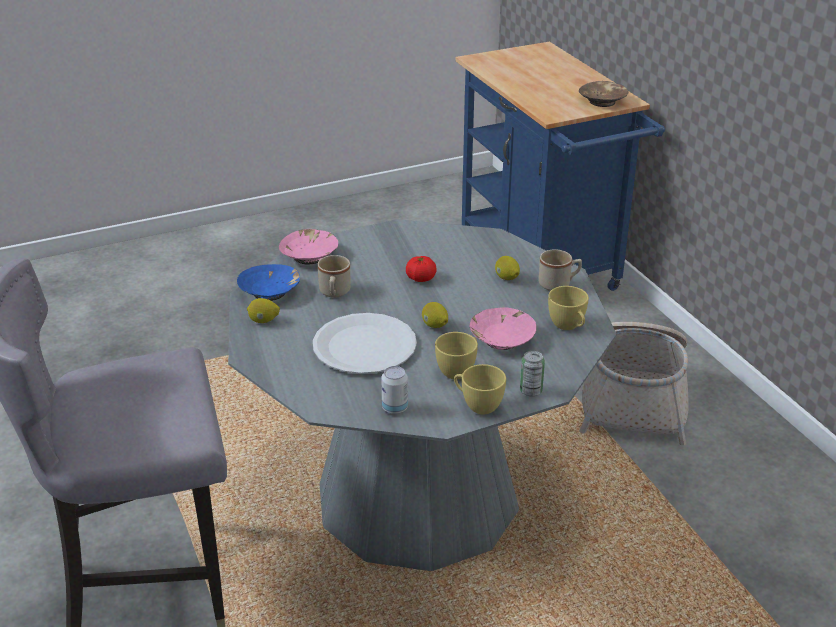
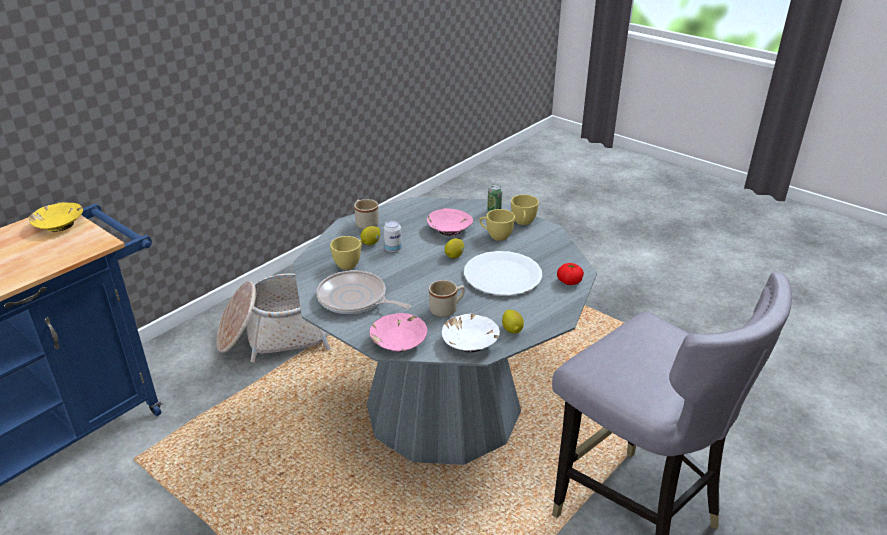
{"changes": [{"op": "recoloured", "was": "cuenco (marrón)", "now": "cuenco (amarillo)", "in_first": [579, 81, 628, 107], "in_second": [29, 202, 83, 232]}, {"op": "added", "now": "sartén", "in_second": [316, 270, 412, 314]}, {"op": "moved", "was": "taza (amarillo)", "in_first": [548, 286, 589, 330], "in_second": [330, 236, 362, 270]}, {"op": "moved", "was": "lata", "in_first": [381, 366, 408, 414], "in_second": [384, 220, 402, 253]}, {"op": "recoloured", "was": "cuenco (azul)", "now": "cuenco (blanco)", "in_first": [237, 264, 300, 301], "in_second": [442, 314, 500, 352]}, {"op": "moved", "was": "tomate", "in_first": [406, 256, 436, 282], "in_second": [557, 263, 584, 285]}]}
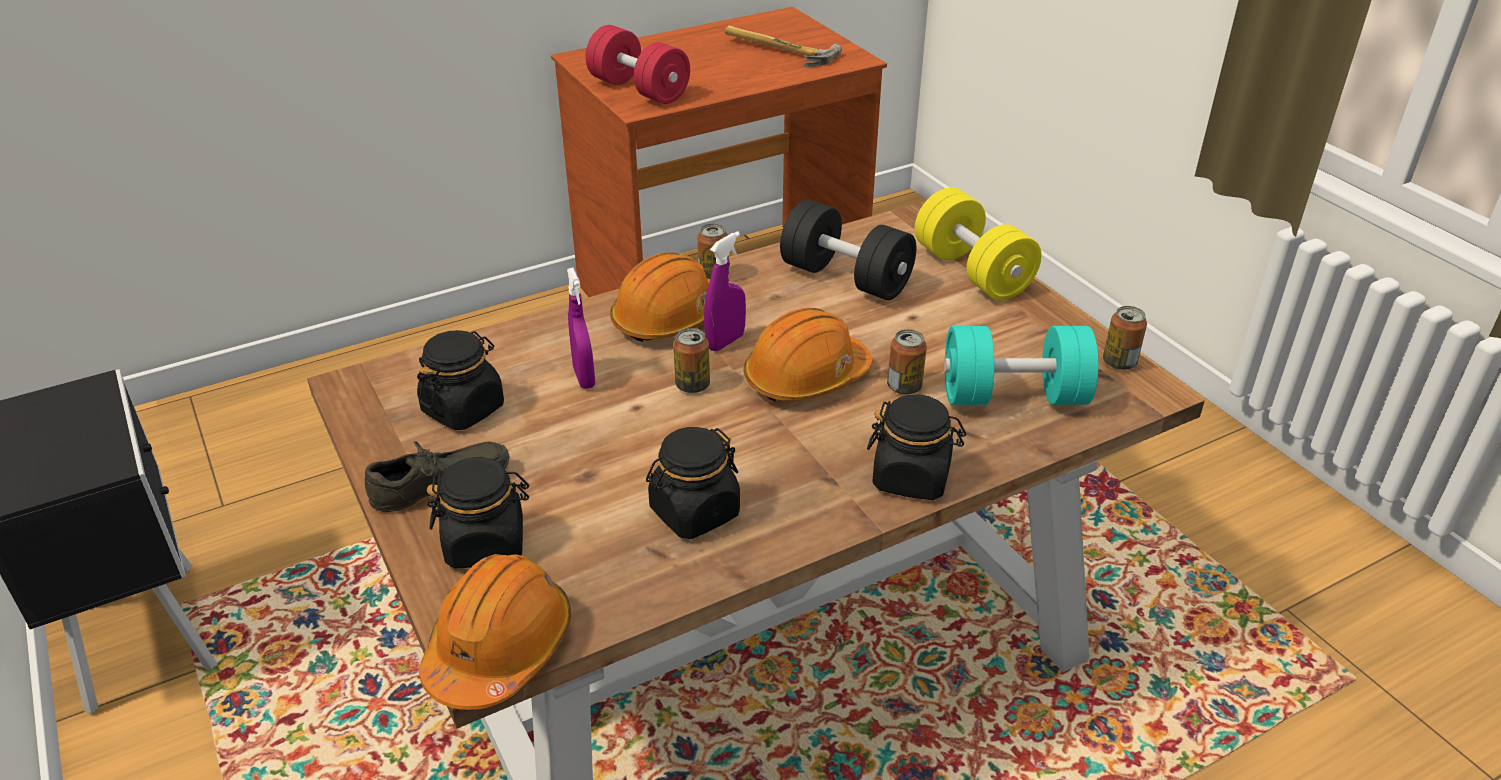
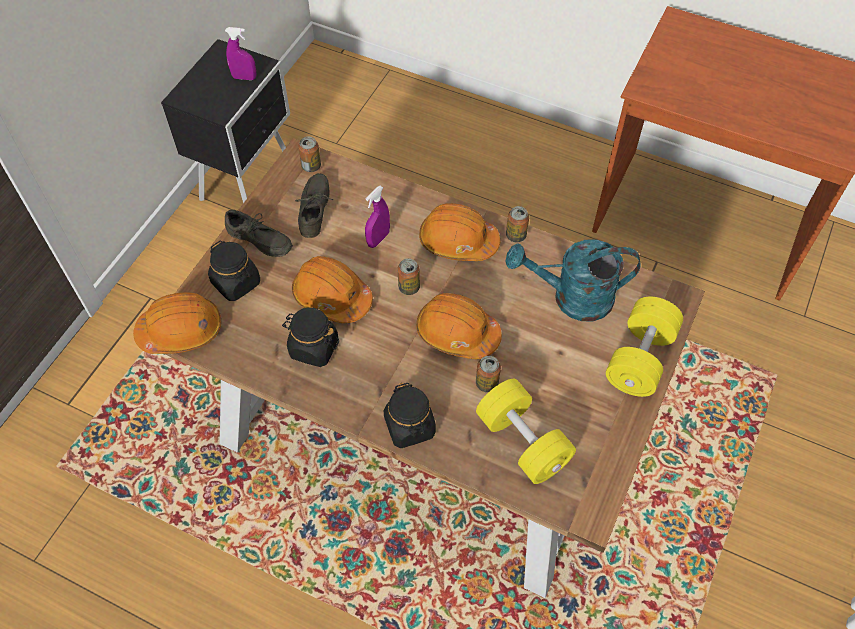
{"changes": [{"op": "moved", "was": "pulverizador (morado)", "in_first": [704, 231, 746, 351], "in_second": [225, 27, 256, 80]}, {"op": "added", "now": "casco (naranja)", "in_second": [292, 256, 373, 323]}, {"op": "replaced", "was": "tarro (negro)", "now": "zapato (gris)", "in_first": [417, 330, 504, 430], "in_second": [295, 173, 333, 238]}, {"op": "moved", "was": "lata", "in_first": [1103, 306, 1147, 370], "in_second": [298, 137, 321, 172]}, {"op": "recoloured", "was": "mancuerna (turquesa)", "now": "mancuerna (amarillo)", "in_first": [944, 326, 1098, 405], "in_second": [476, 379, 576, 484]}, {"op": "replaced", "was": "mancuerna (negro)", "now": "regadera (turquesa)", "in_first": [780, 200, 916, 300], "in_second": [506, 240, 640, 321]}, {"op": "removed", "was": "mancuerna (rojo)", "in_first": [586, 25, 690, 104]}, {"op": "removed", "was": "martillo", "in_first": [725, 25, 842, 67]}]}
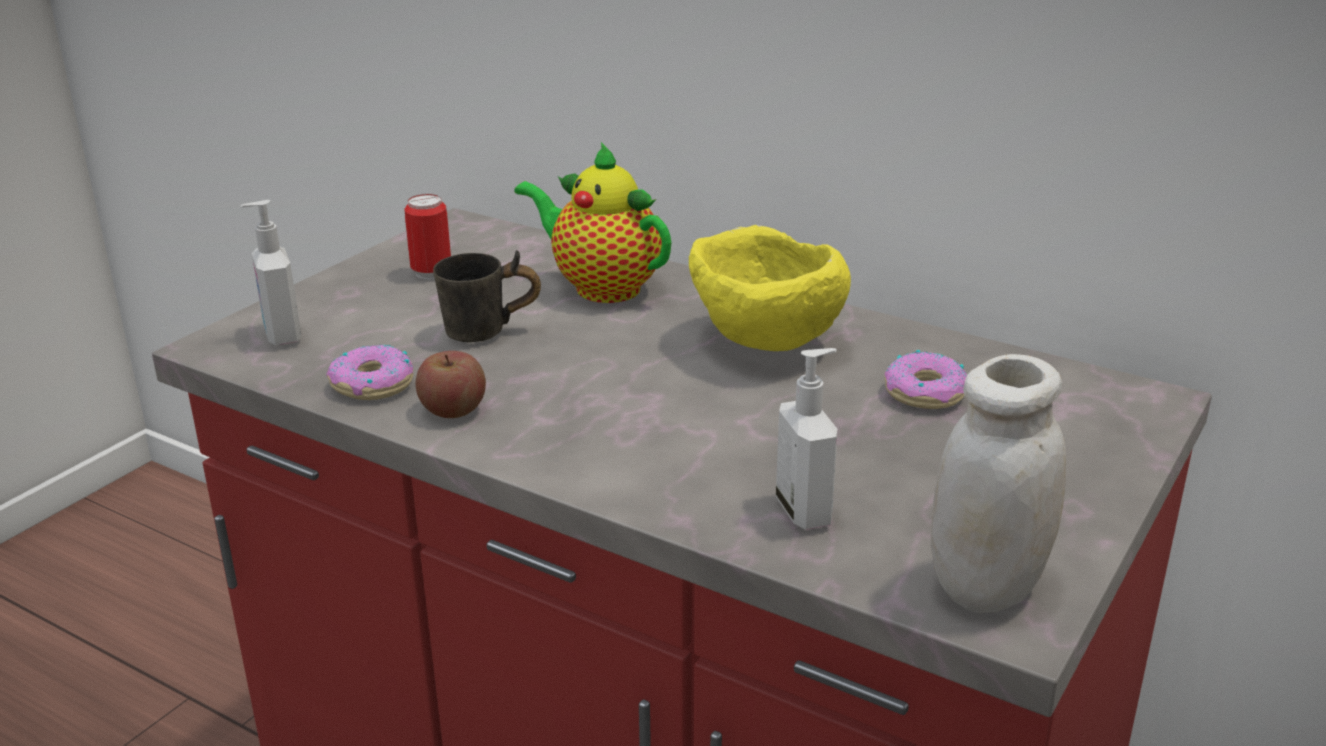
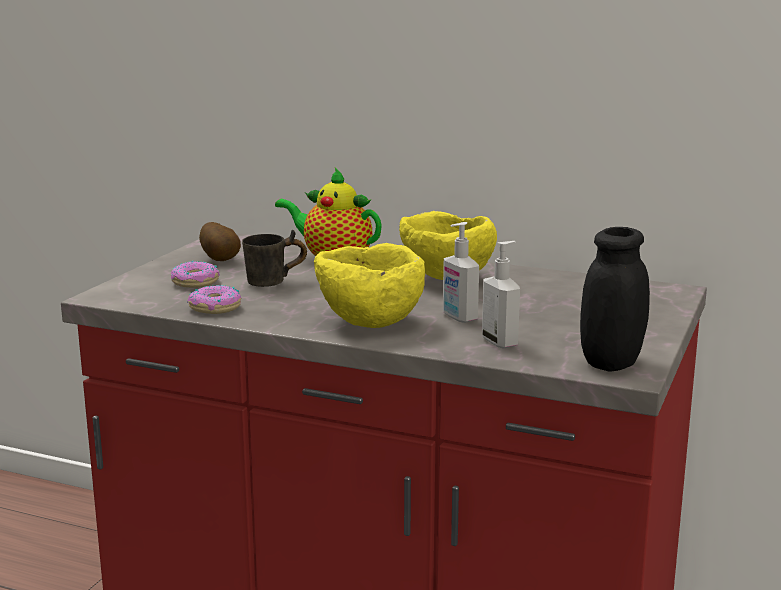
{"changes": [{"op": "moved", "was": "rosquilla", "in_first": [884, 350, 968, 409], "in_second": [171, 261, 220, 288]}, {"op": "replaced", "was": "lata", "now": "patata", "in_first": [404, 194, 451, 280], "in_second": [199, 222, 241, 261]}, {"op": "added", "now": "cuenco (amarillo)", "in_second": [314, 243, 425, 328]}, {"op": "moved", "was": "dispensador de jabón", "in_first": [240, 200, 301, 346], "in_second": [443, 222, 479, 323]}, {"op": "recoloured", "was": "tarro (blanco)", "now": "tarro (negro)", "in_first": [930, 354, 1066, 613], "in_second": [580, 227, 650, 372]}, {"op": "removed", "was": "manzana", "in_first": [416, 351, 486, 418]}]}
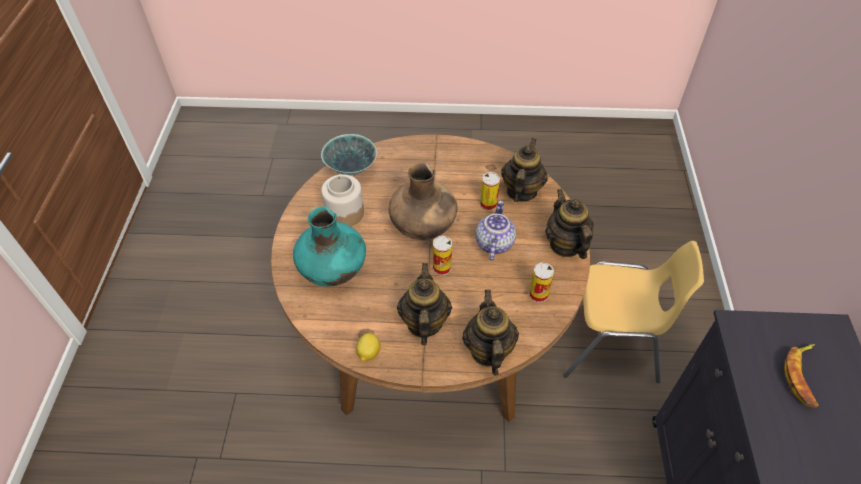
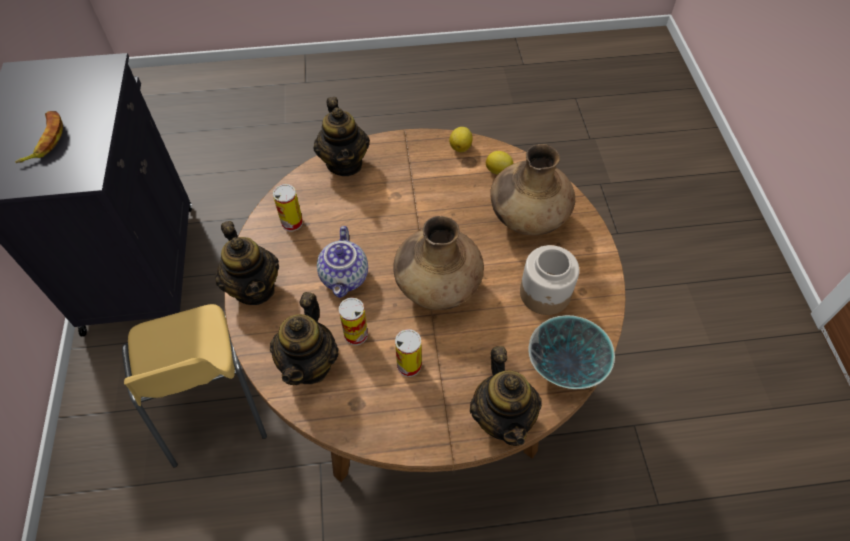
{"changes": [{"op": "turned", "was": "silla (amarillo)", "in_first": [563, 241, 704, 383], "in_second": [122, 304, 267, 468], "clockwise": -105}, {"op": "moved", "was": "lata", "in_first": [433, 236, 452, 276], "in_second": [395, 329, 422, 377]}, {"op": "moved", "was": "tetera", "in_first": [397, 263, 452, 345], "in_second": [470, 346, 542, 446]}, {"op": "added", "now": "limón", "in_second": [486, 151, 514, 175]}, {"op": "recoloured", "was": "florero (turquesa)", "now": "florero (marrón)", "in_first": [293, 207, 366, 287], "in_second": [490, 144, 575, 235]}]}
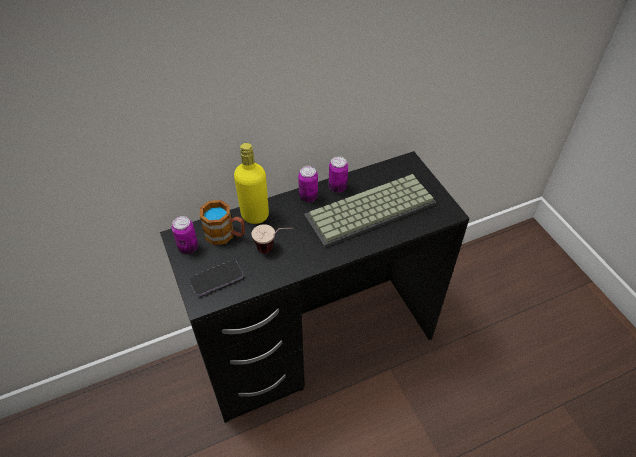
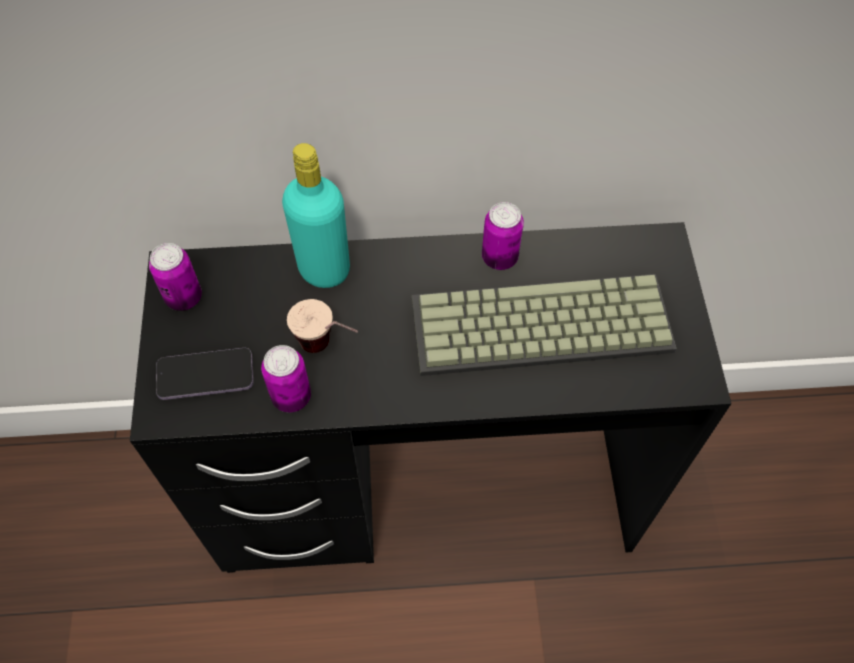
{"changes": [{"op": "moved", "was": "lata", "in_first": [298, 166, 318, 202], "in_second": [261, 345, 311, 412]}, {"op": "recoloured", "was": "botella (amarillo)", "now": "botella (turquesa)", "in_first": [234, 143, 269, 224], "in_second": [282, 143, 350, 288]}, {"op": "removed", "was": "taza grande", "in_first": [200, 200, 245, 245]}]}
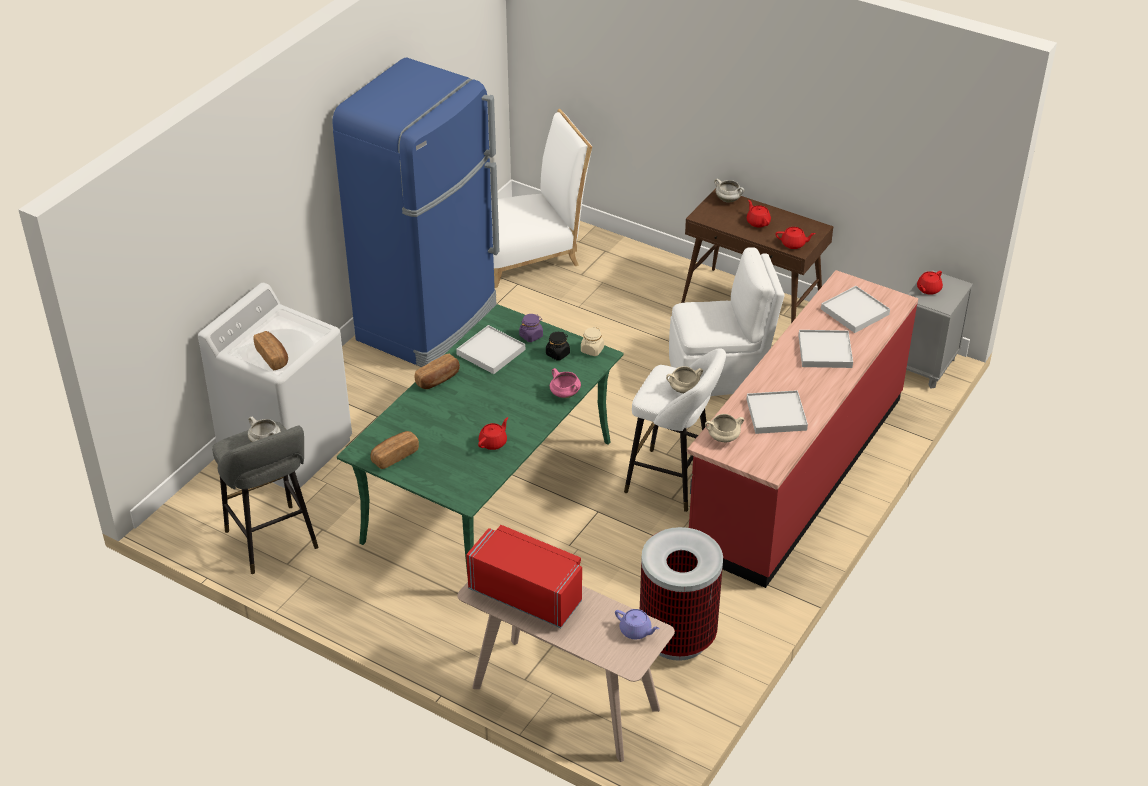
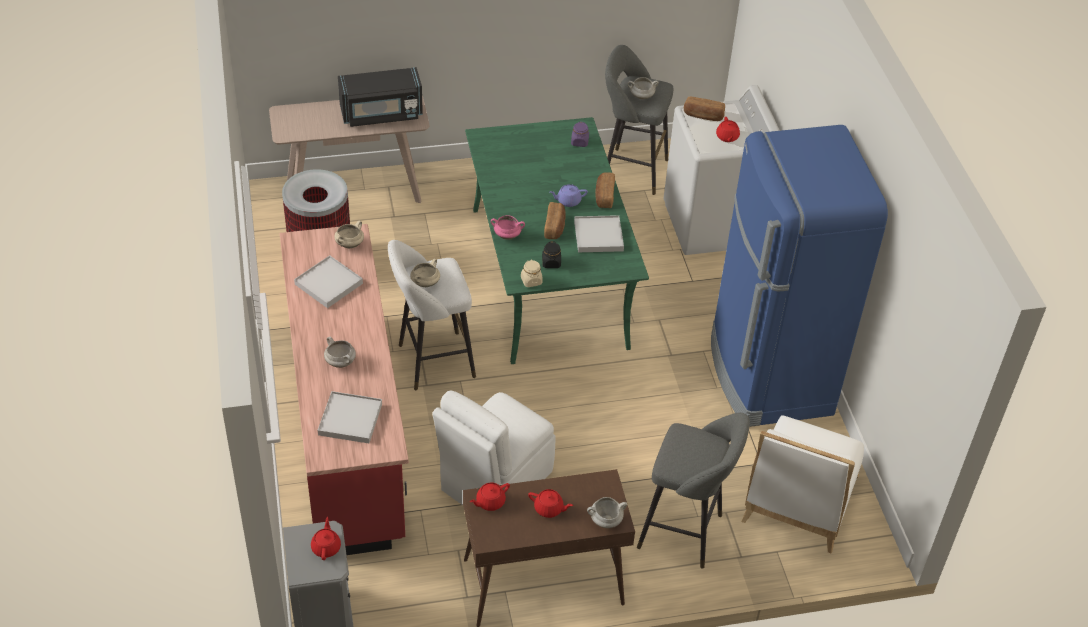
{"changes": [{"op": "replaced", "was": "bandeja (blanco)", "now": "olla (blanco)", "in_first": [798, 330, 853, 368], "in_second": [324, 337, 356, 368]}, {"op": "recoloured", "was": "microondas (rojo)", "now": "microondas (negro)", "in_first": [466, 525, 582, 628], "in_second": [338, 67, 423, 127]}, {"op": "moved", "was": "pan", "in_first": [370, 431, 419, 469], "in_second": [544, 202, 565, 239]}, {"op": "moved", "was": "tetera (morado)", "in_first": [615, 609, 660, 639], "in_second": [550, 184, 588, 207]}, {"op": "moved", "was": "tarro (morado)", "in_first": [519, 314, 543, 342], "in_second": [571, 122, 589, 147]}, {"op": "added", "now": "taburete (gris)", "in_second": [637, 413, 750, 569]}, {"op": "moved", "was": "tetera (rojo)", "in_first": [478, 417, 508, 450], "in_second": [716, 117, 740, 142]}]}
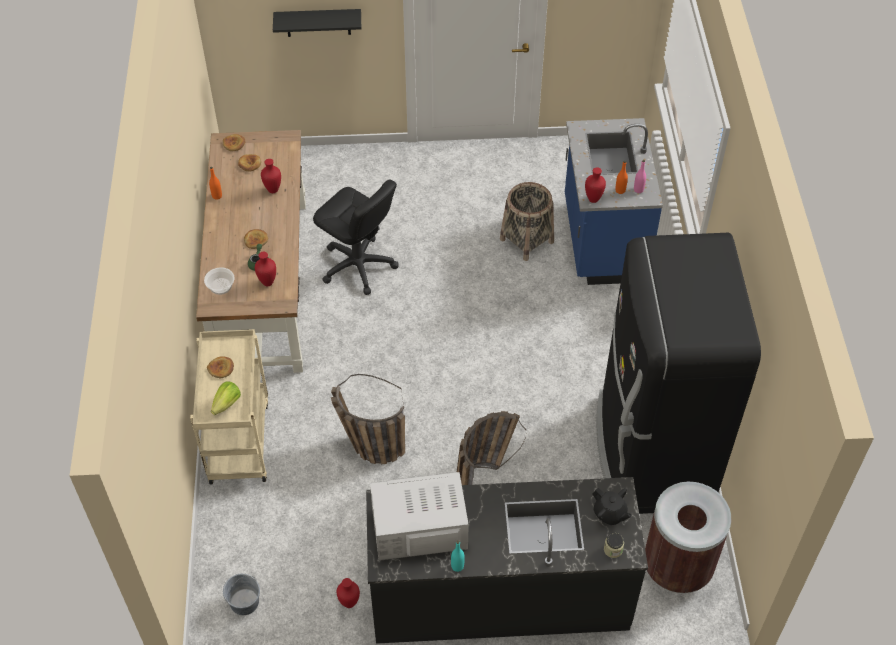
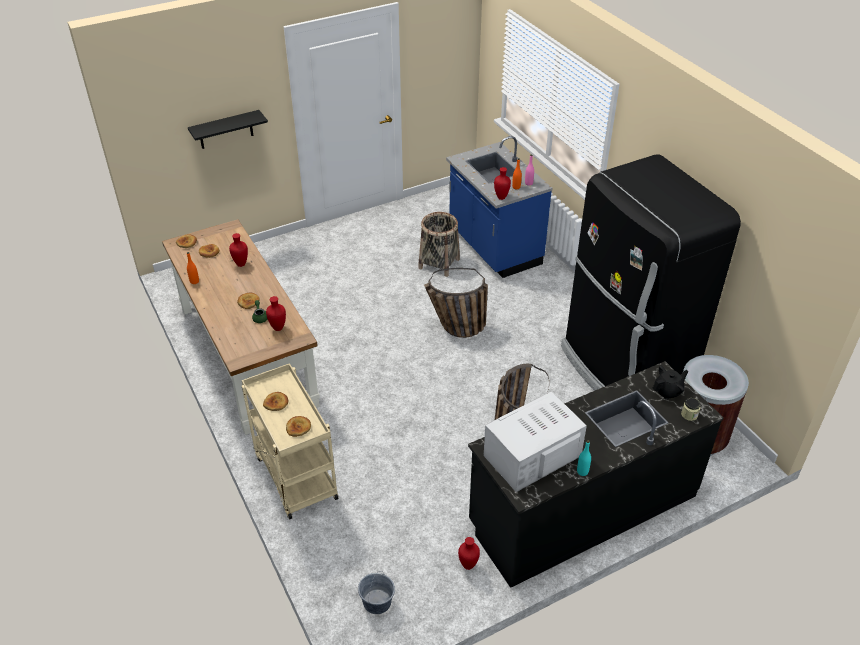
{"changes": [{"op": "replaced", "was": "lechuga", "now": "pan", "in_first": [211, 382, 241, 415], "in_second": [286, 416, 311, 437]}, {"op": "moved", "was": "cesta", "in_first": [331, 374, 405, 464], "in_second": [424, 268, 488, 338]}, {"op": "turned", "was": "tetera (negro)", "in_first": [593, 488, 632, 525], "in_second": [653, 366, 688, 400], "clockwise": -45}, {"op": "removed", "was": "cuenco", "in_first": [204, 267, 235, 295]}, {"op": "removed", "was": "silla de oficina (negro)", "in_first": [313, 179, 399, 295]}]}
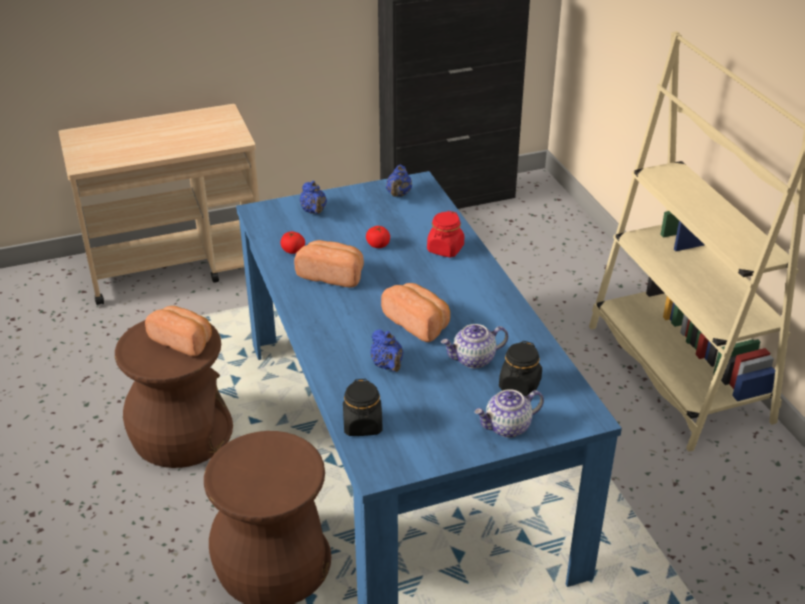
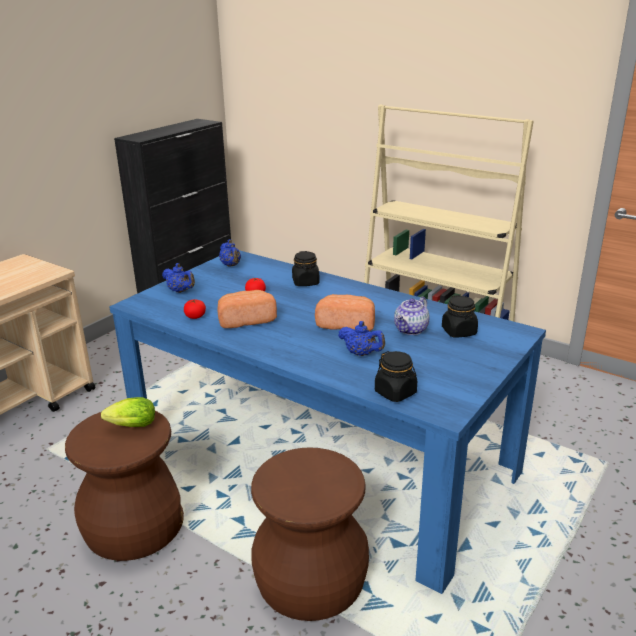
{"changes": [{"op": "replaced", "was": "pan", "now": "lechuga", "in_first": [145, 306, 212, 357], "in_second": [101, 397, 155, 427]}, {"op": "recoloured", "was": "tarro (rojo)", "now": "tarro (negro)", "in_first": [427, 211, 464, 258], "in_second": [292, 251, 320, 286]}, {"op": "removed", "was": "tetera", "in_first": [474, 389, 544, 438]}]}
